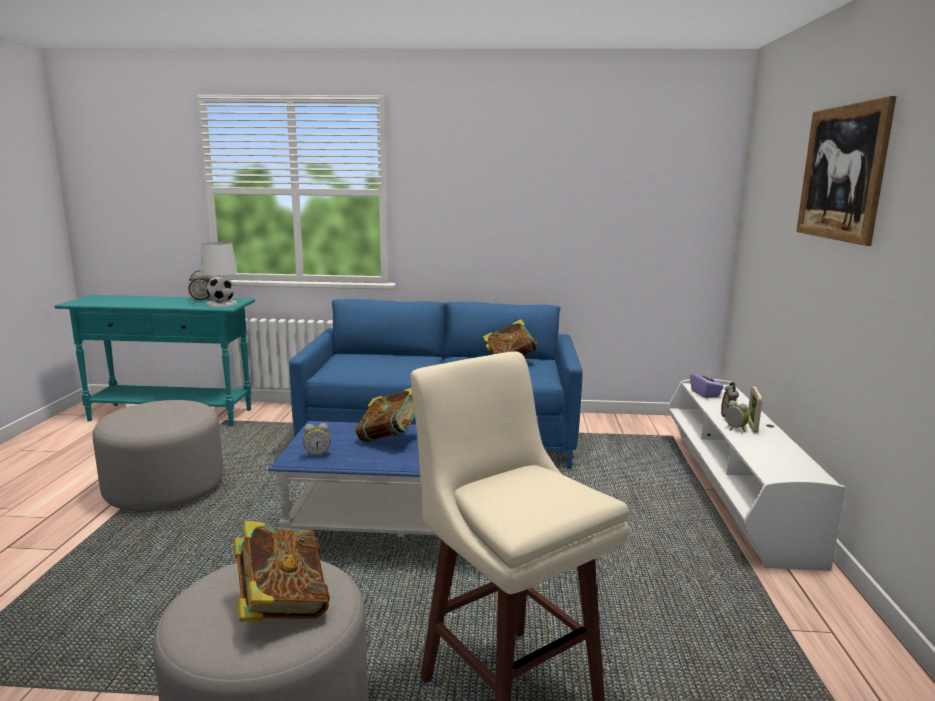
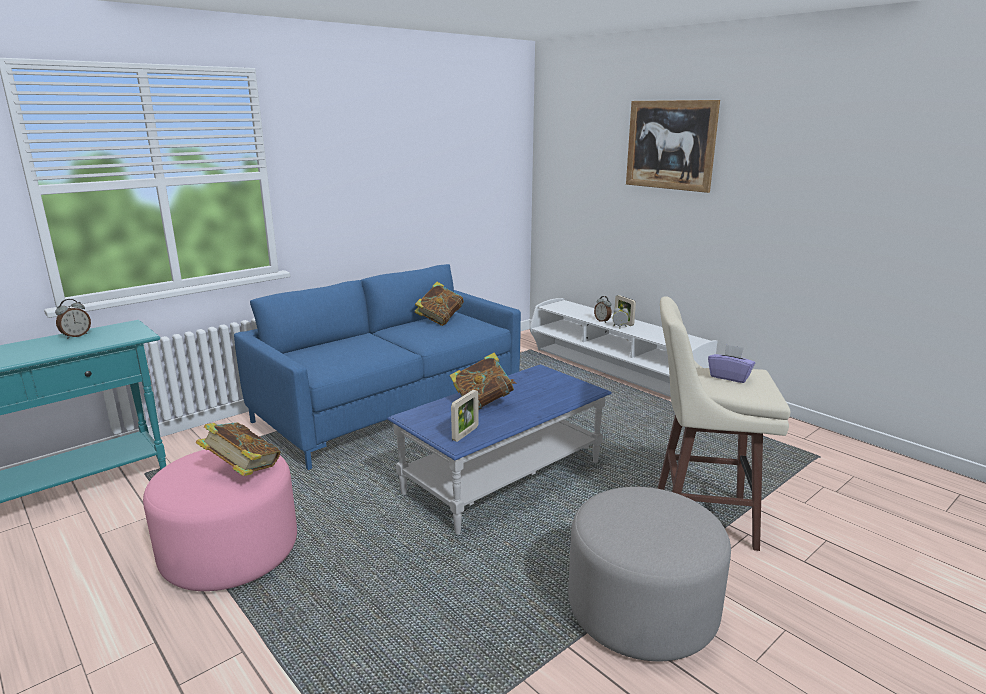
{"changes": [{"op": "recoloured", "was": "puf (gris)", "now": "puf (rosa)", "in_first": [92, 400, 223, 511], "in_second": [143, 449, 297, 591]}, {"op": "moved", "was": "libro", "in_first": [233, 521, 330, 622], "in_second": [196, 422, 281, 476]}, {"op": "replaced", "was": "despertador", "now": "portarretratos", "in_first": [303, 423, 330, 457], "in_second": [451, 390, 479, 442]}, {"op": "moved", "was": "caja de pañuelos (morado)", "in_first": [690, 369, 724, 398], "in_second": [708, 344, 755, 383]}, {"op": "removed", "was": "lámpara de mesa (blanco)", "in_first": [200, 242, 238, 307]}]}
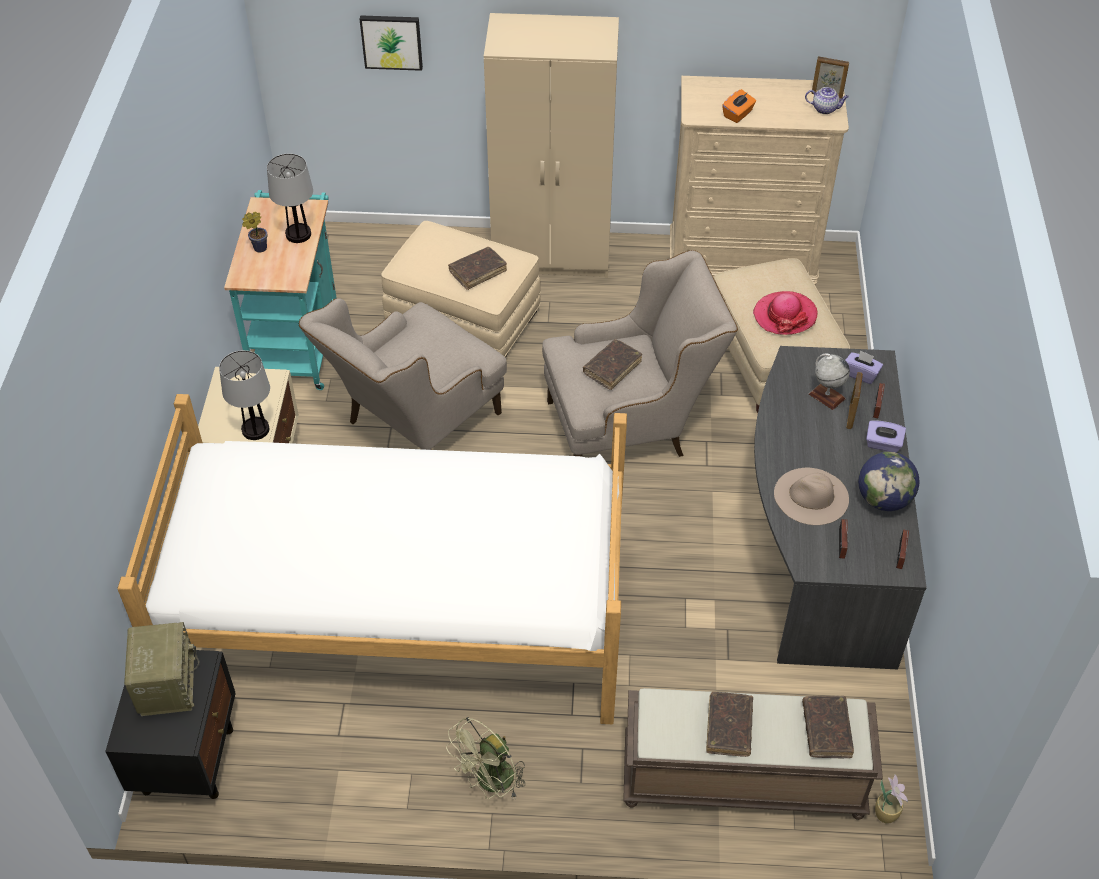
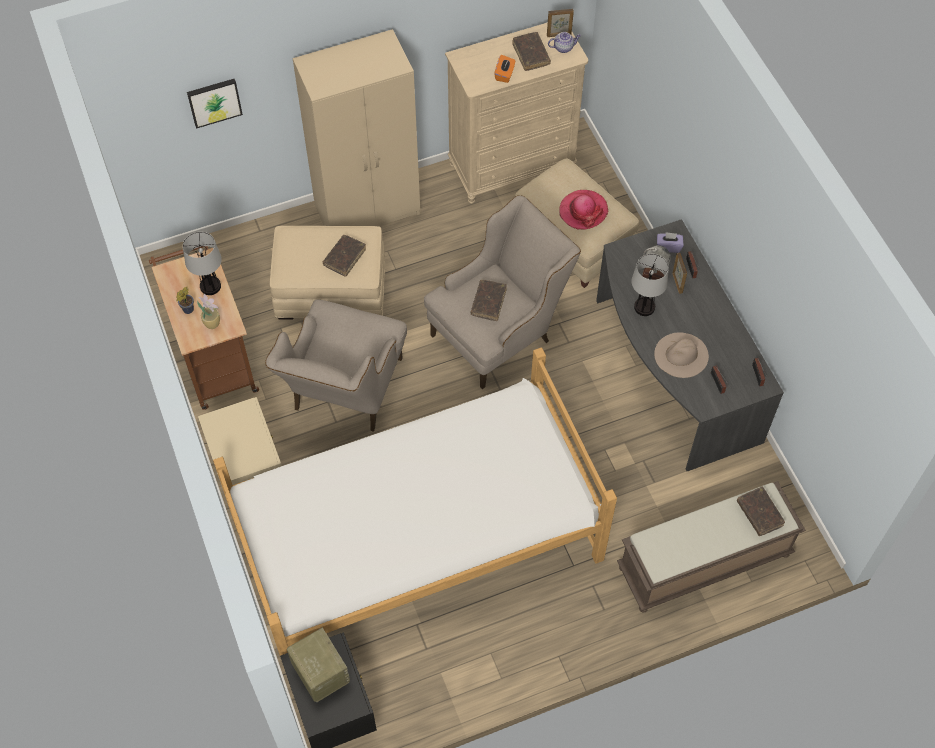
{"changes": [{"op": "recoloured", "was": "carrito (turquesa)", "now": "carrito (marrón)", "in_first": [224, 190, 336, 390], "in_second": [149, 246, 259, 410]}, {"op": "moved", "was": "planta en maceta", "in_first": [875, 774, 908, 824], "in_second": [197, 294, 220, 329]}, {"op": "moved", "was": "libro (marrón)", "in_first": [706, 692, 753, 757], "in_second": [512, 32, 551, 71]}, {"op": "moved", "was": "lámpara de mesa", "in_first": [219, 350, 270, 440], "in_second": [631, 254, 669, 316]}, {"op": "removed", "was": "ventilador (verde)", "in_first": [446, 717, 525, 799]}, {"op": "removed", "was": "globo terráqueo", "in_first": [858, 452, 919, 511]}, {"op": "removed", "was": "caja de pañuelos (morado)", "in_first": [866, 420, 906, 453]}]}
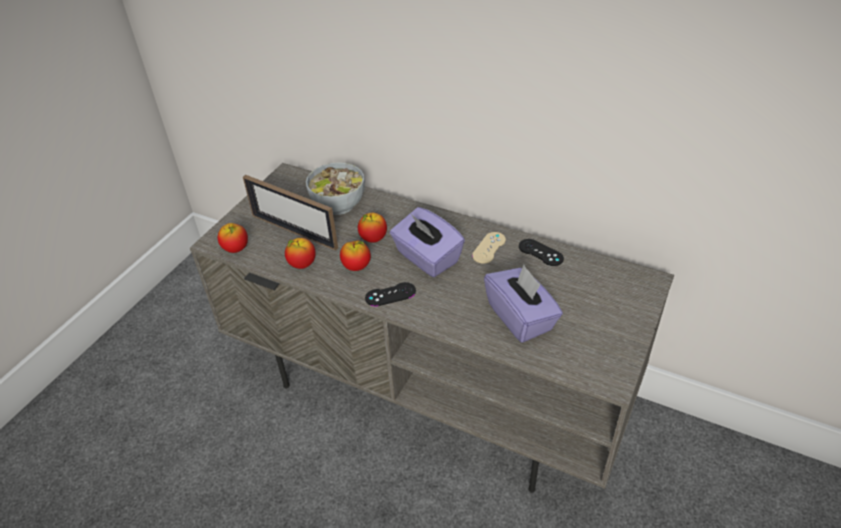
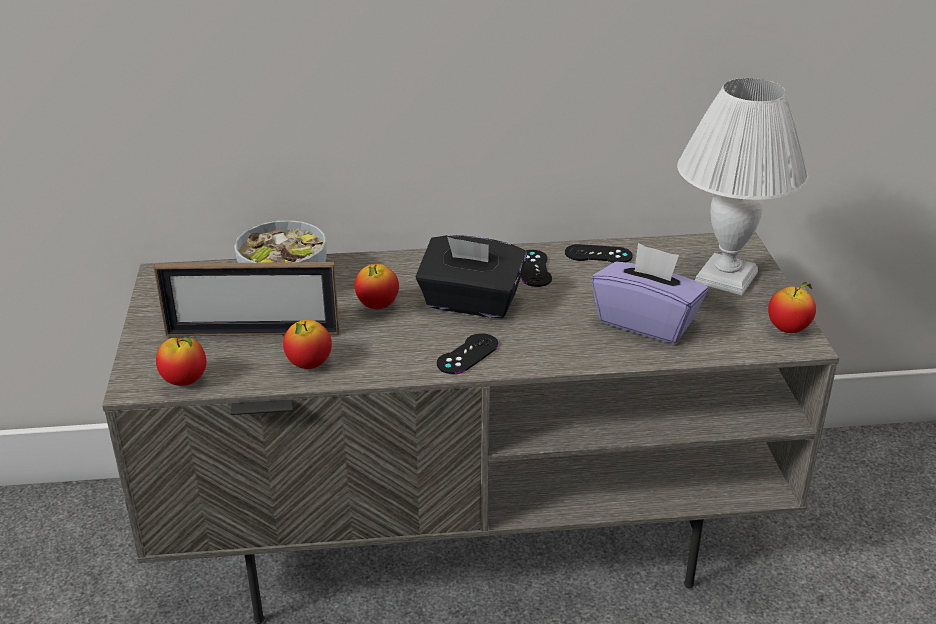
{"changes": [{"op": "recoloured", "was": "caja de pañuelos (morado)", "now": "caja de pañuelos (negro)", "in_first": [390, 207, 465, 277], "in_second": [416, 235, 527, 318]}, {"op": "recoloured", "was": "mando de consola (beis)", "now": "mando de consola (negro)", "in_first": [472, 232, 506, 264], "in_second": [521, 250, 552, 287]}, {"op": "added", "now": "lámpara de mesa (blanco)", "in_second": [677, 78, 808, 295]}, {"op": "moved", "was": "manzana", "in_first": [340, 241, 371, 271], "in_second": [768, 282, 816, 333]}]}
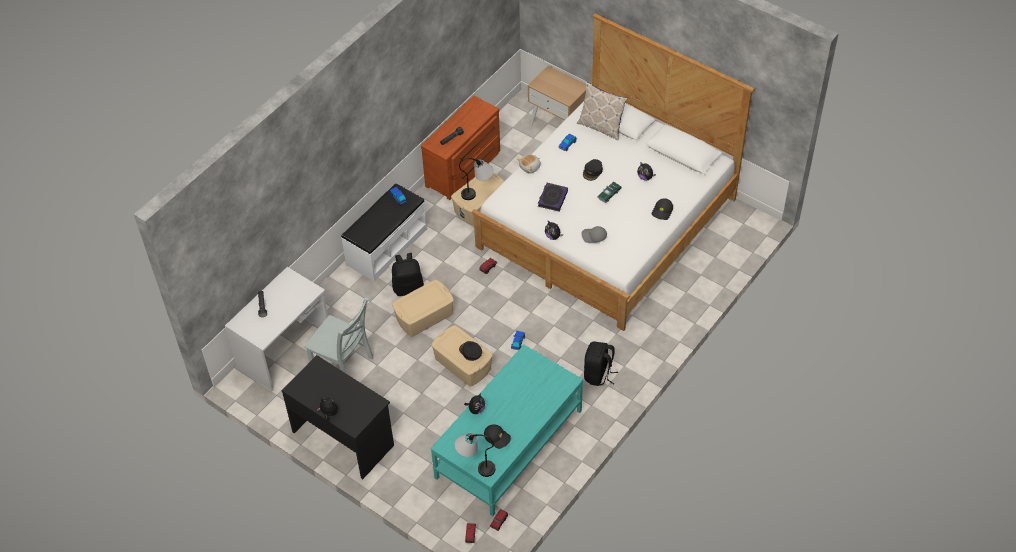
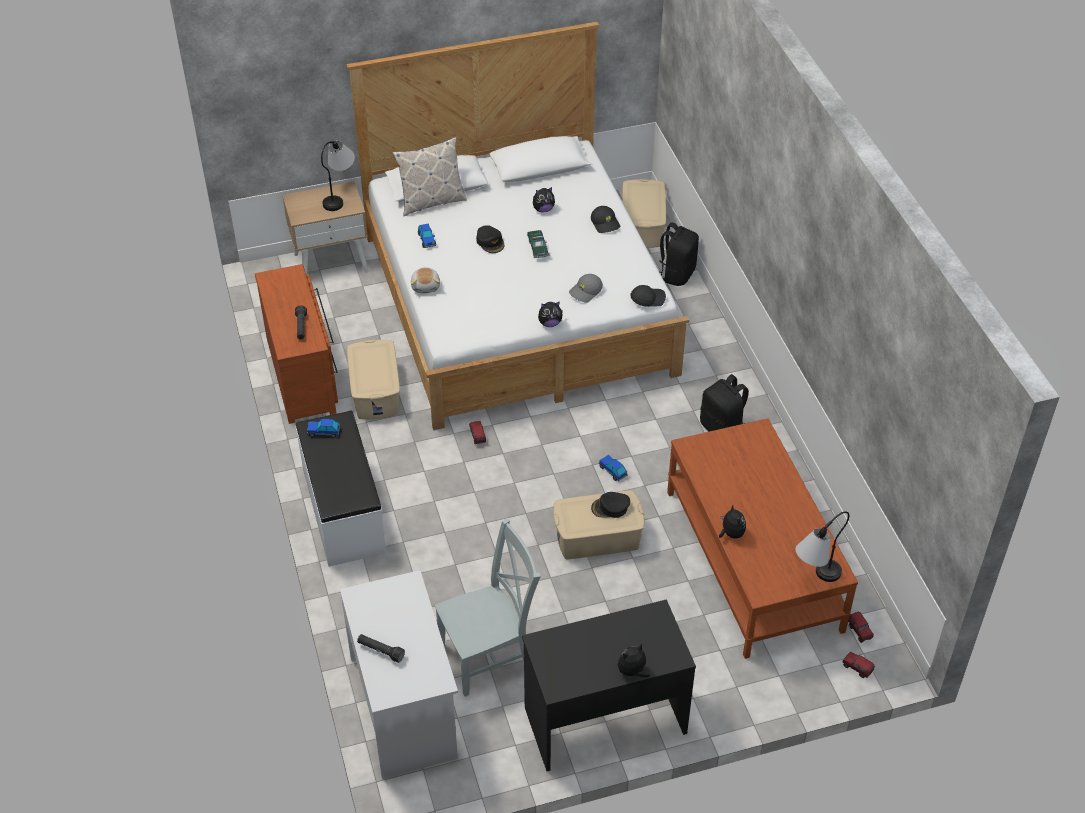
{"changes": [{"op": "moved", "was": "lámpara de mesa", "in_first": [459, 158, 494, 200], "in_second": [321, 141, 355, 211]}, {"op": "moved", "was": "caja de almacenaje (beis)", "in_first": [392, 280, 454, 337], "in_second": [622, 179, 666, 248]}, {"op": "moved", "was": "gorra (negro)", "in_first": [484, 424, 511, 449], "in_second": [630, 285, 666, 307]}, {"op": "moved", "was": "mochila (negro)", "in_first": [392, 253, 424, 296], "in_second": [659, 222, 699, 286]}, {"op": "recoloured", "was": "mesa de centro (turquesa)", "now": "mesa de centro (marrón)", "in_first": [431, 345, 583, 516], "in_second": [667, 418, 858, 659]}, {"op": "removed", "was": "libro", "in_first": [538, 183, 568, 212]}]}
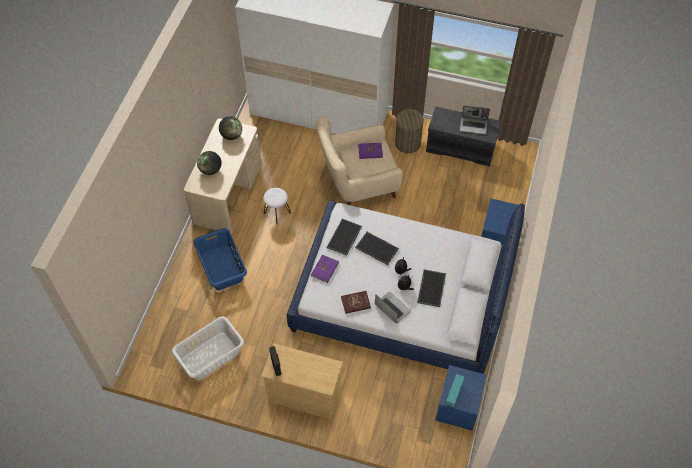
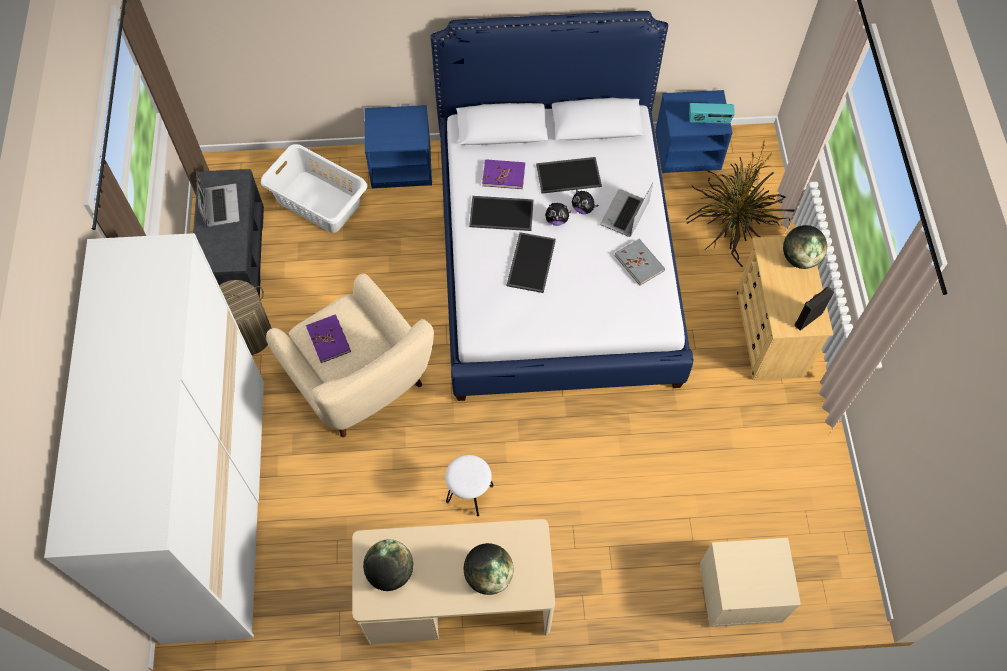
{"changes": [{"op": "moved", "was": "cesto de la ropa (blanco)", "in_first": [172, 316, 244, 380], "in_second": [261, 144, 367, 233]}, {"op": "moved", "was": "bandeja", "in_first": [327, 219, 362, 256], "in_second": [469, 196, 534, 231]}, {"op": "moved", "was": "libro (morado)", "in_first": [311, 255, 339, 283], "in_second": [482, 159, 525, 189]}, {"op": "recoloured", "was": "libro (rojo)", "now": "libro (gris)", "in_first": [341, 291, 371, 314], "in_second": [615, 239, 665, 285]}, {"op": "added", "now": "planta en maceta", "in_second": [686, 139, 794, 267]}, {"op": "added", "now": "mesita de noche (beis)", "in_second": [700, 538, 801, 627]}, {"op": "added", "now": "globo terráqueo", "in_second": [783, 225, 827, 269]}, {"op": "removed", "was": "cesto de la ropa (azul)", "in_first": [194, 228, 247, 290]}]}
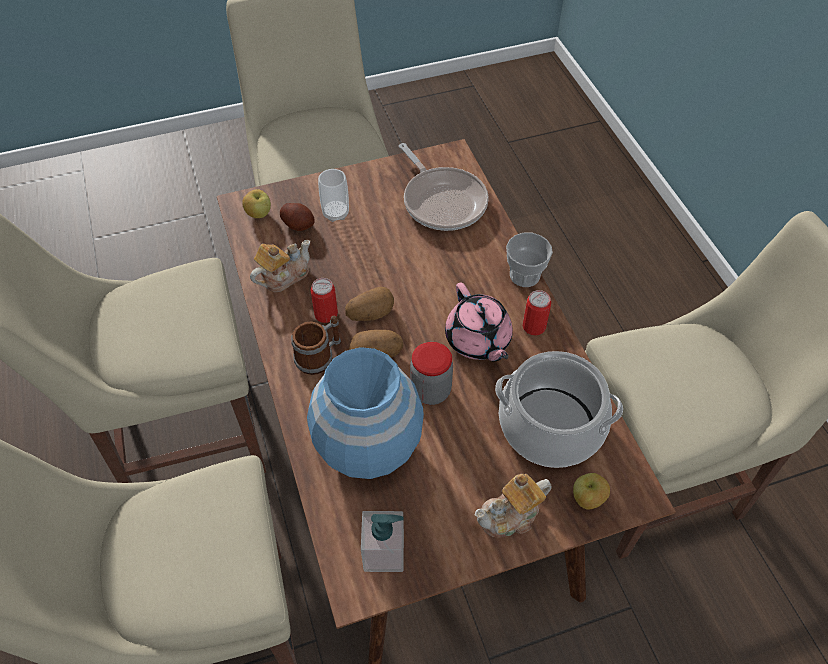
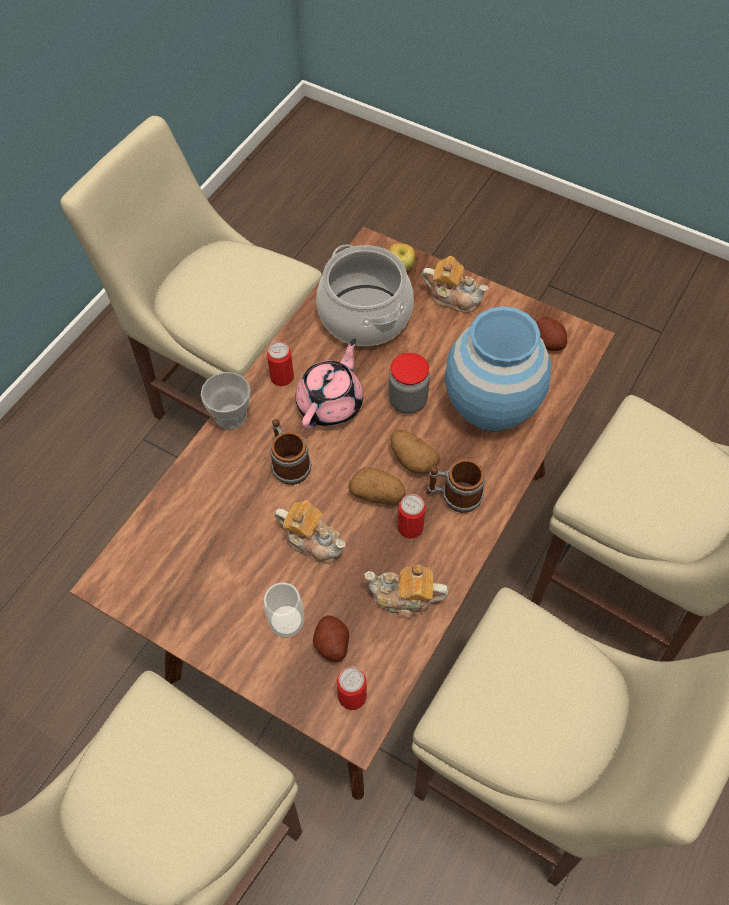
{"changes": [{"op": "added", "now": "taza grande", "in_second": [270, 419, 311, 485]}, {"op": "added", "now": "tetera", "in_second": [275, 501, 345, 564]}, {"op": "replaced", "was": "manzana", "now": "lata", "in_first": [242, 189, 271, 218], "in_second": [336, 666, 367, 710]}, {"op": "replaced", "was": "dispensador de jabón", "now": "patata", "in_first": [361, 511, 404, 572], "in_second": [536, 317, 567, 351]}, {"op": "removed", "was": "sartén", "in_first": [399, 143, 489, 231]}]}
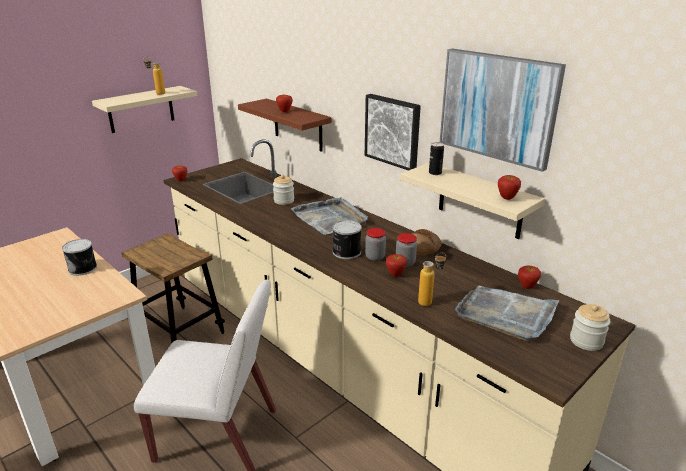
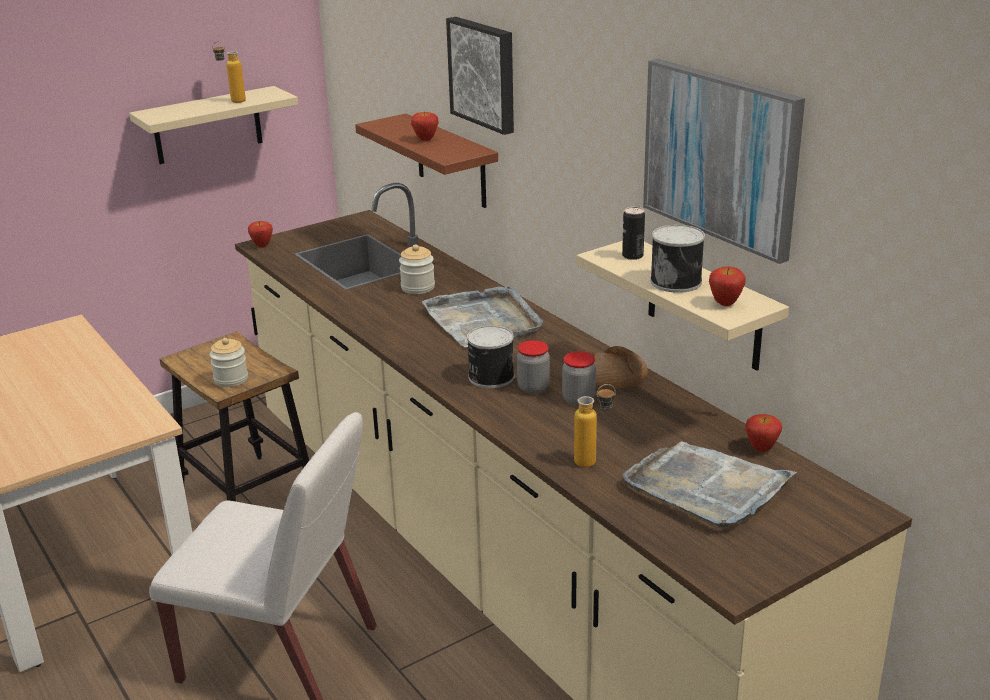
{"changes": [{"op": "moved", "was": "tarro", "in_first": [570, 304, 611, 351], "in_second": [209, 338, 248, 387]}, {"op": "moved", "was": "cuadro", "in_first": [365, 94, 421, 171], "in_second": [446, 17, 514, 135]}, {"op": "moved", "was": "lata", "in_first": [62, 239, 97, 276], "in_second": [650, 225, 705, 293]}, {"op": "removed", "was": "manzana", "in_first": [386, 254, 407, 277]}]}
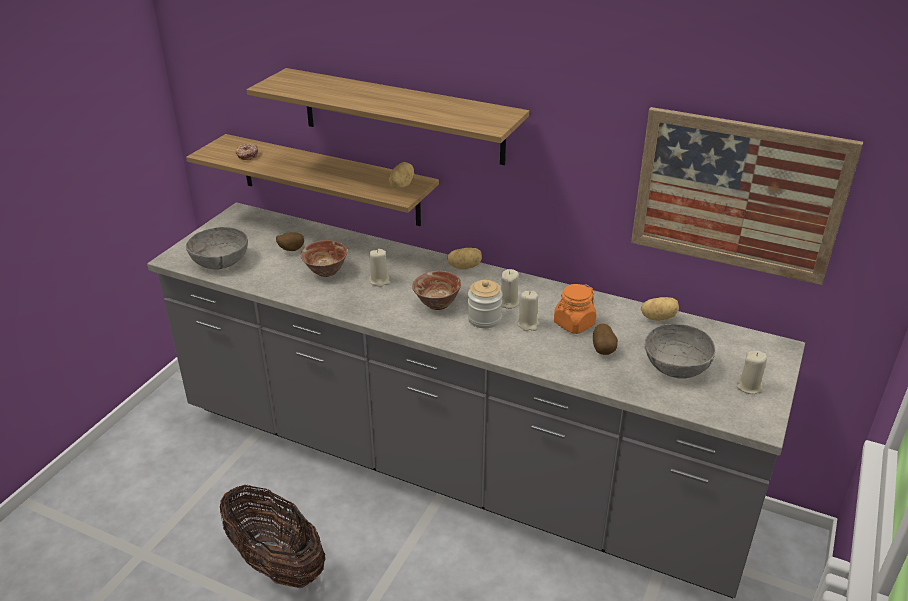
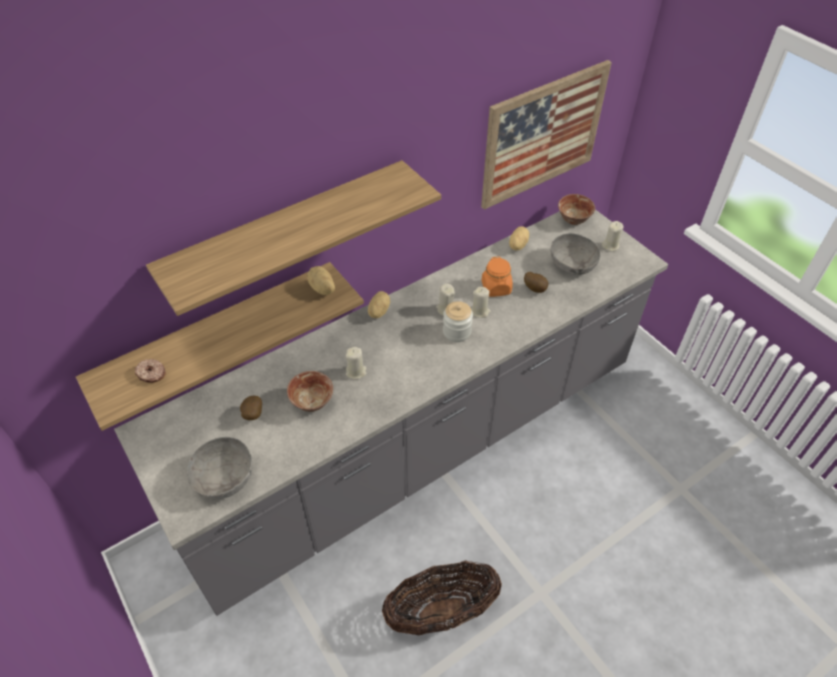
{"changes": [{"op": "moved", "was": "cuenco", "in_first": [412, 271, 461, 310], "in_second": [558, 194, 595, 225]}]}
